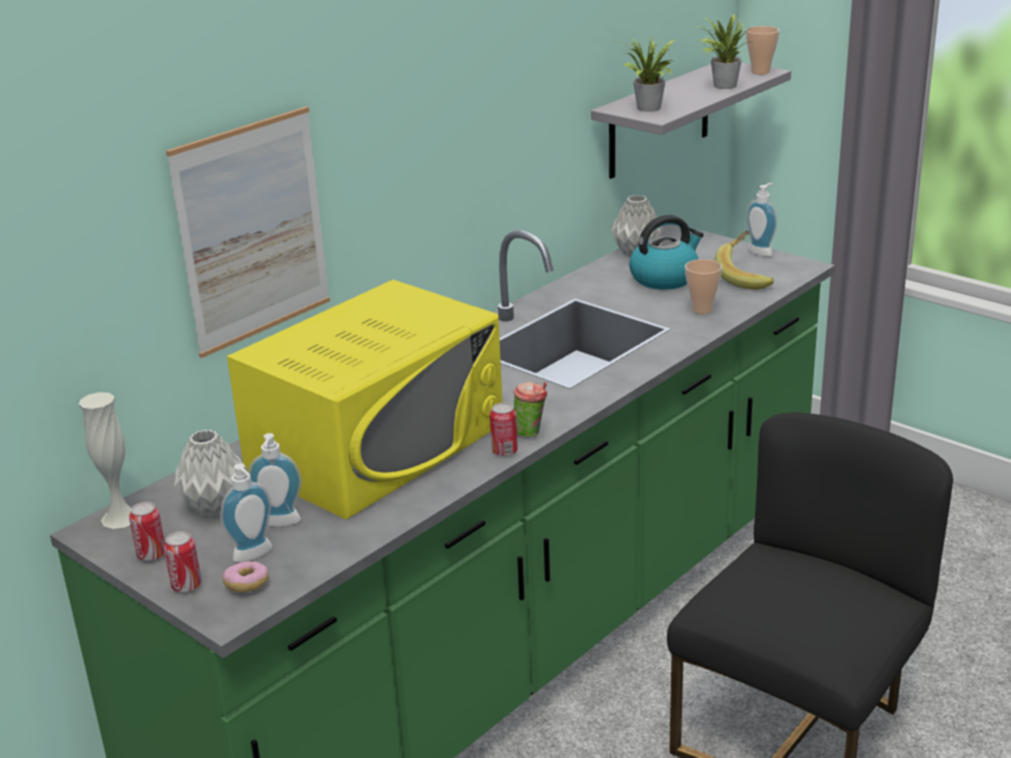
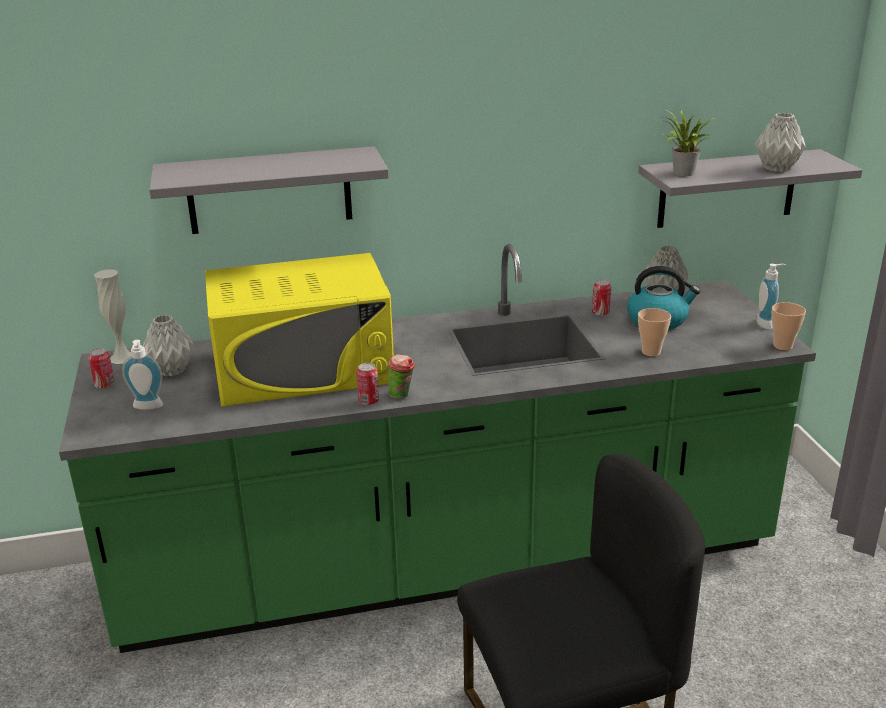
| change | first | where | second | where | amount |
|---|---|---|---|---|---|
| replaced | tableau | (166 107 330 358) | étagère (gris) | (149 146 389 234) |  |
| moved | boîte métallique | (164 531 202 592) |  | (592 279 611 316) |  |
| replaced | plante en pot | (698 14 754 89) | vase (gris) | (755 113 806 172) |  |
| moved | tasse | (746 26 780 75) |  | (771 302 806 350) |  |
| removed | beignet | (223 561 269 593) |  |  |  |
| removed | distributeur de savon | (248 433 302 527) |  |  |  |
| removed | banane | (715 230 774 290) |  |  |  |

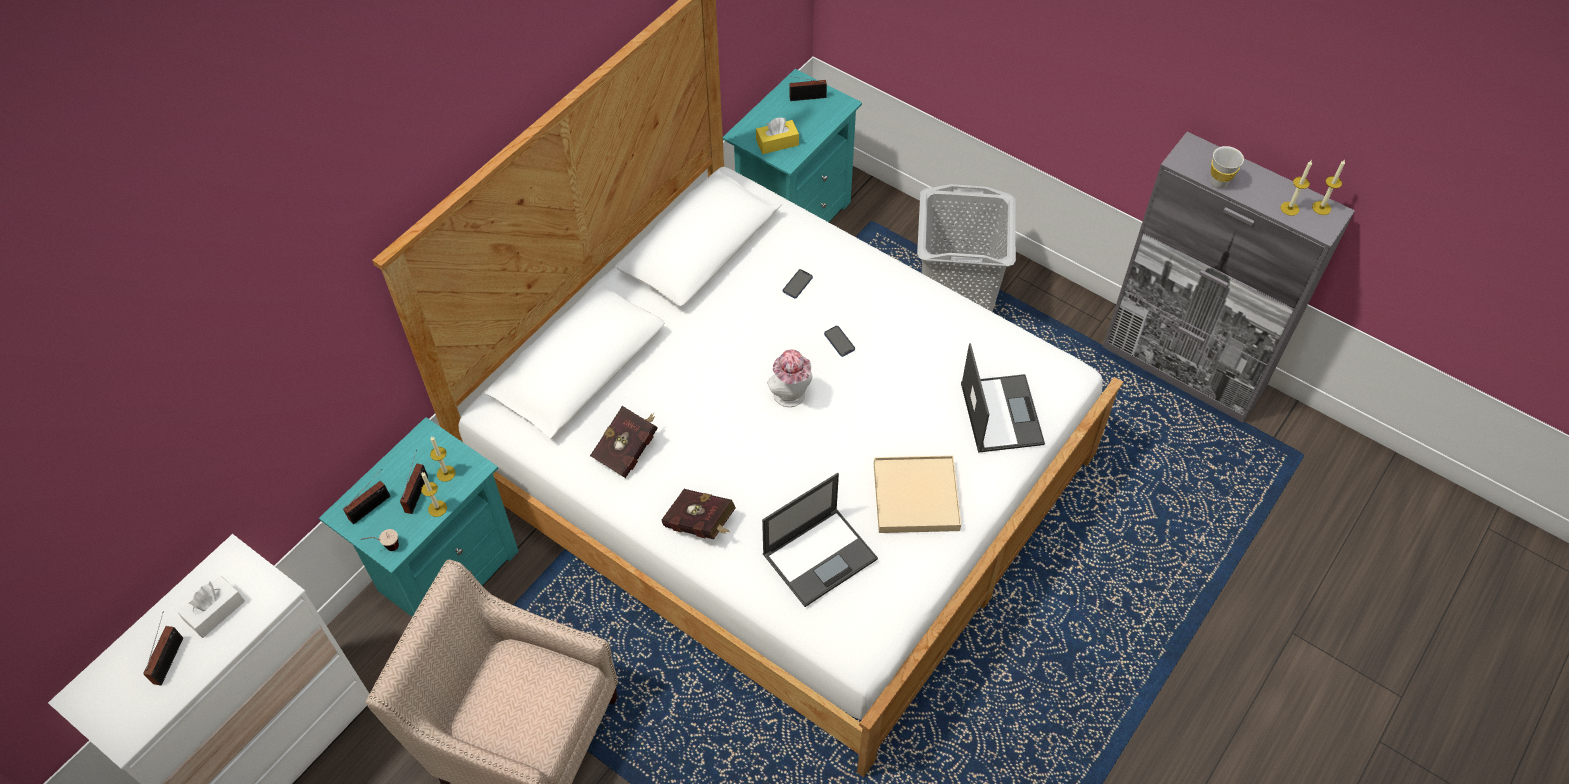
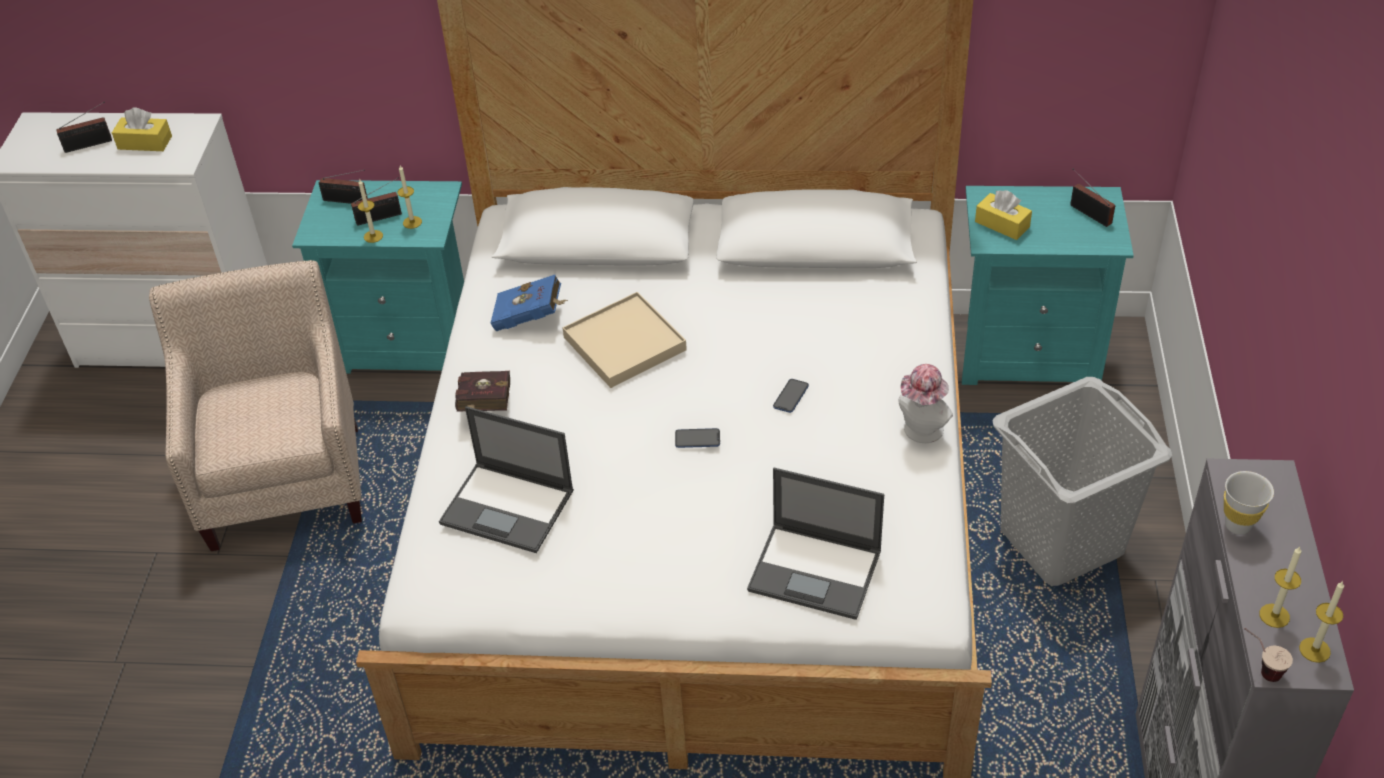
| change | first | where | second | where | amount |
|---|---|---|---|---|---|
| recoloured | boîte à mouchoirs (blanc) | (178 576 245 638) | boîte à mouchoirs (jaune) | (112 108 172 151) |  |
| recoloured | livre (rouge) | (590 406 658 478) | livre (bleu) | (491 275 568 331) |  |
| moved | plateau (beige) | (874 455 961 533) |  | (562 292 687 388) |  |
| moved | téléphone | (783 269 813 298) |  | (675 428 720 448) |  |
| turned | ordinateur portable | (961 343 1045 453) |  | (747 468 884 620) | 60 degrees clockwise |
| moved | chapeau | (767 349 812 407) |  | (899 364 953 443) |  |
| moved | tasse | (361 529 399 551) |  | (1244 628 1293 682) |  |

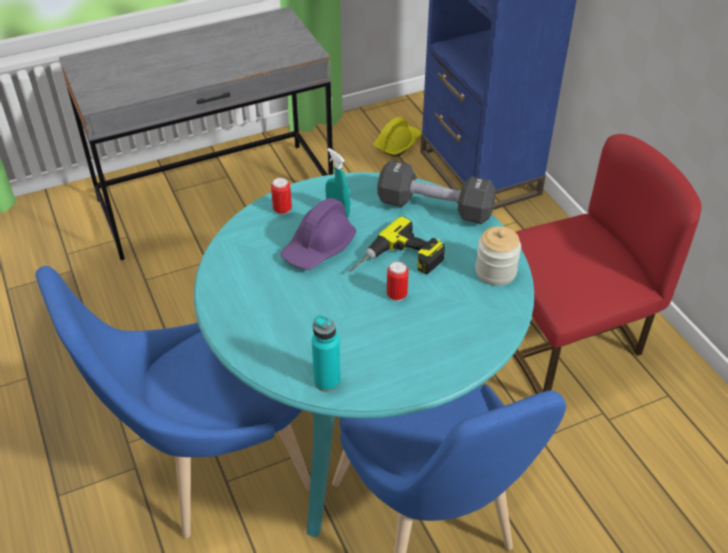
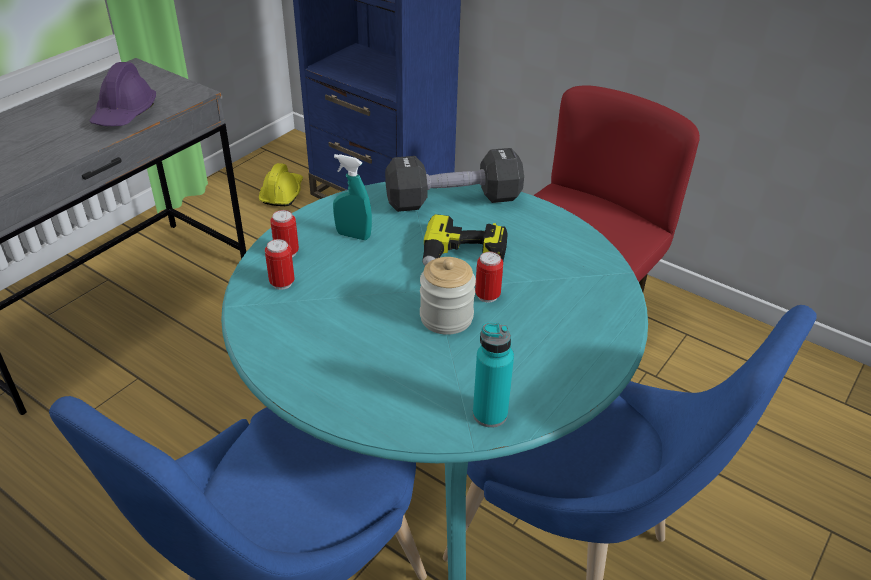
| change | first | where | second | where | amount |
|---|---|---|---|---|---|
| moved | casque de chantier (violet) | (280 198 356 270) |  | (89 62 156 126) |  |
| added |  |  | boîte métallique | (265 239 295 290) |  |
| moved | bocal | (475 226 521 286) |  | (420 257 476 335) |  |

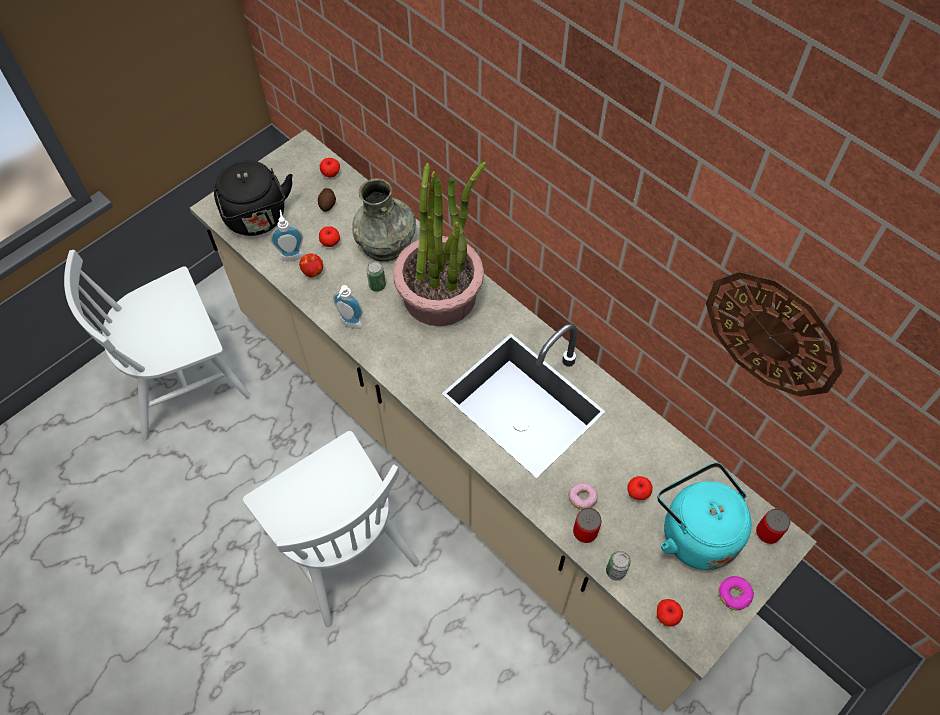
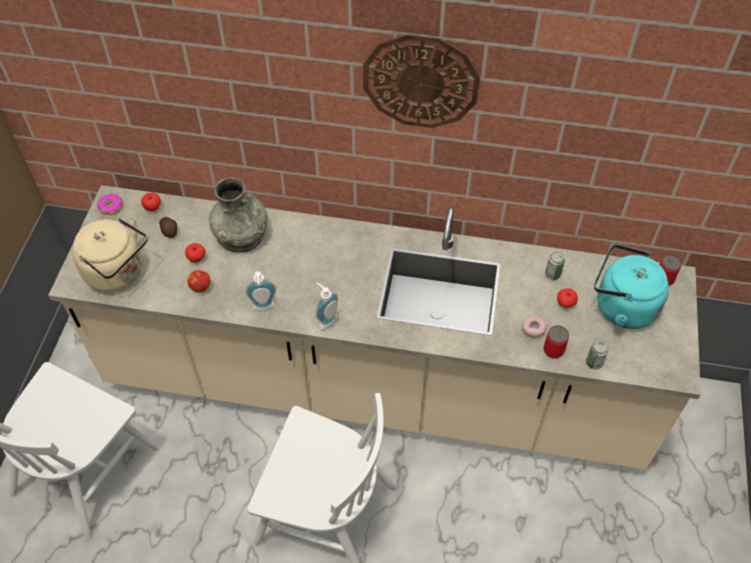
| change | first | where | second | where | amount |
|---|---|---|---|---|---|
| recoloured | bouilloire (noir) | (214 160 293 236) | bouilloire (beige) | (72 217 148 292) |  |
| moved | beignet | (718 576 754 610) |  | (97 194 123 215) |  |
| moved | distributeur de savon | (271 210 304 261) |  | (316 283 338 330) |  |
| moved | horloge murale | (706 271 843 397) |  | (363 34 480 128) |  |
| moved | boîte métallique | (366 261 386 292) |  | (545 252 565 280) |  |
| removed | plante en pot | (393 162 486 326) |  |  |  |
| removed | pomme | (657 599 683 626) |  |  |  |

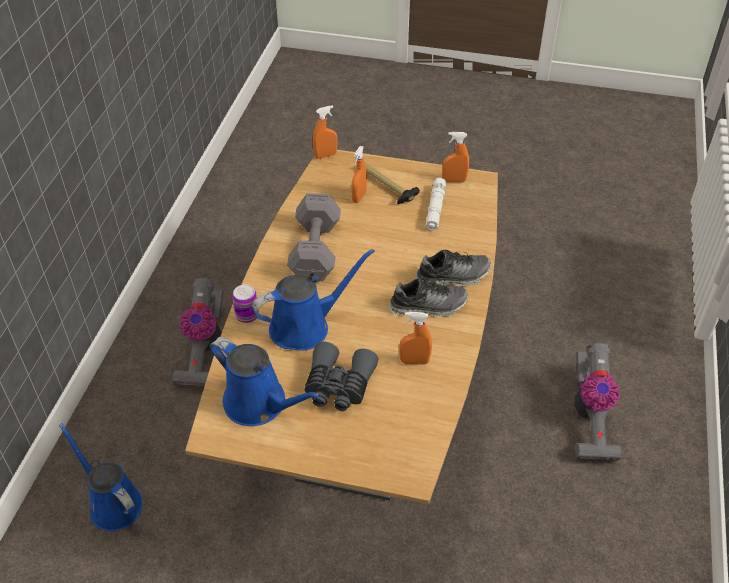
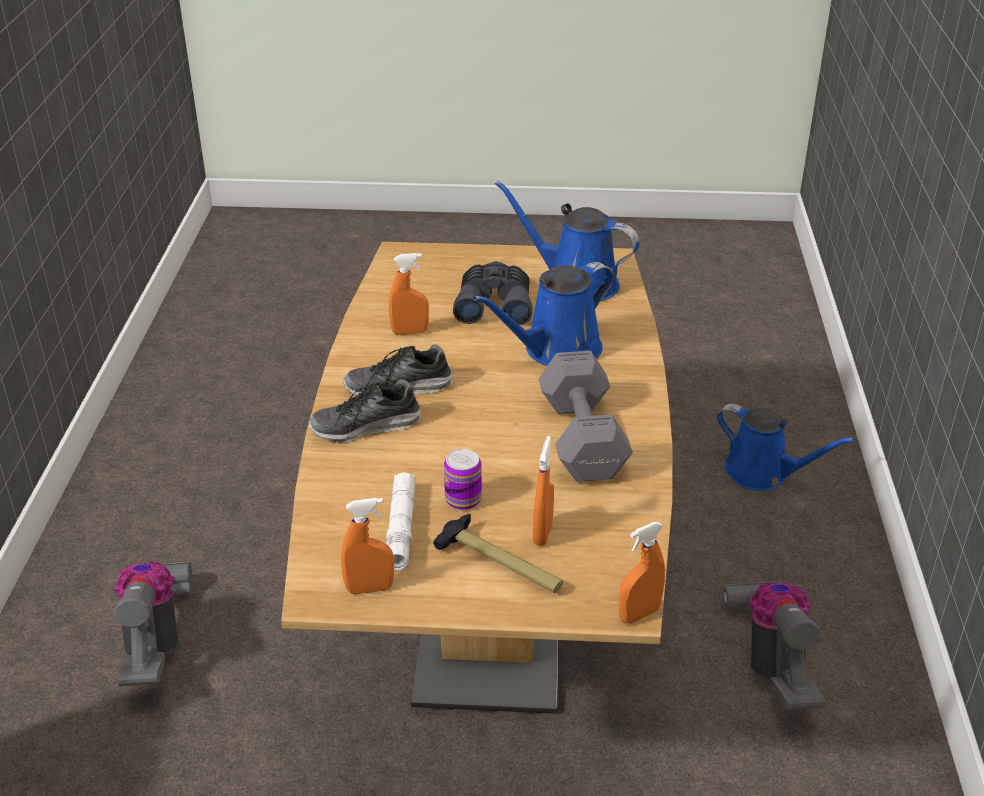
| change | first | where | second | where | amount |
|---|---|---|---|---|---|
| moved | boîte métallique | (232 284 259 323) |  | (444 449 482 510) |  |

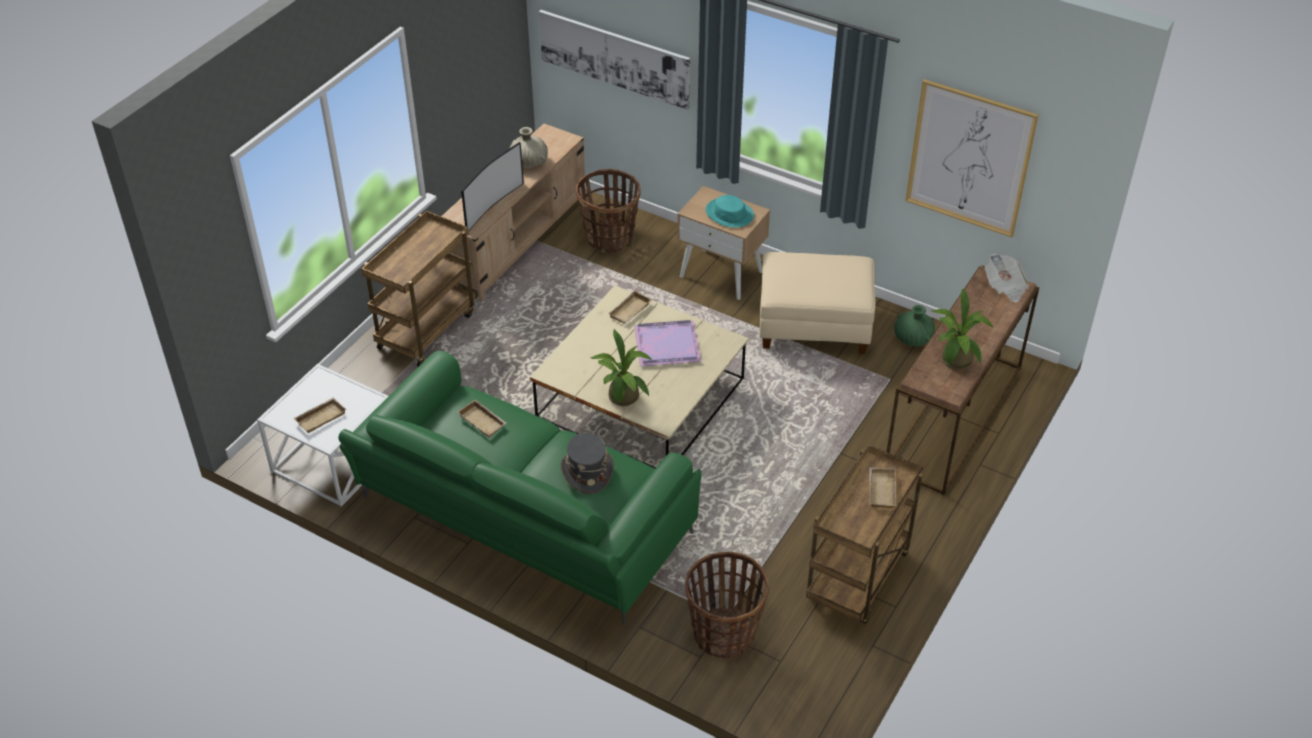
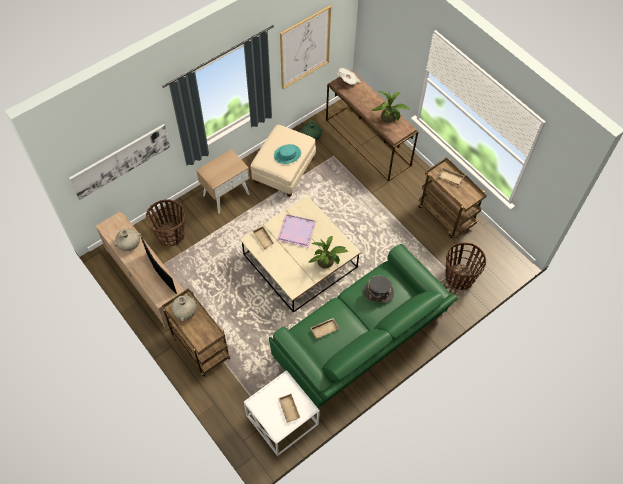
| change | first | where | second | where | amount |
|---|---|---|---|---|---|
| added |  |  | vase (beige) | (171 294 197 322) |  |
| moved | chapeau (turquoise) | (706 195 754 228) |  | (274 144 301 164) |  |

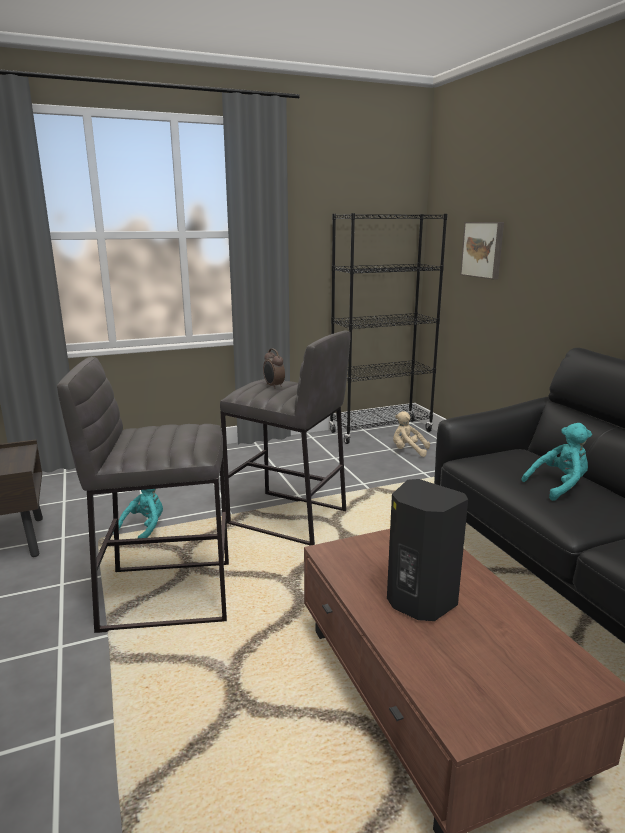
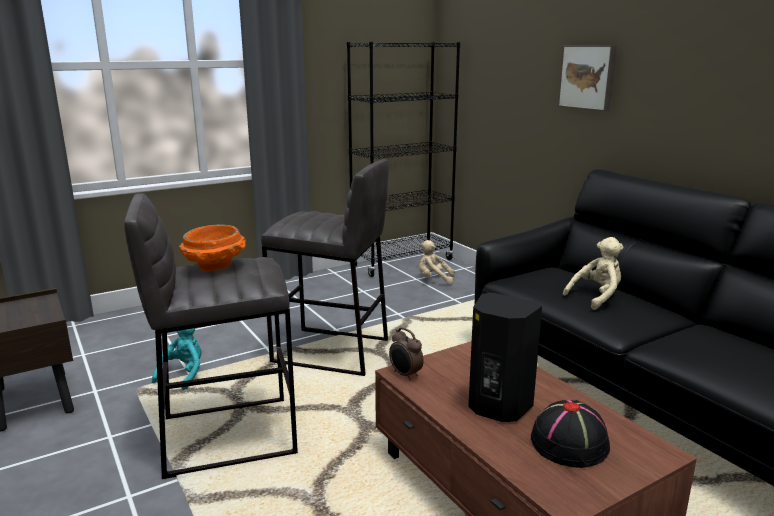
| change | first | where | second | where | amount |
|---|---|---|---|---|---|
| added |  |  | bol (orange) | (179 224 246 271) |  |
| moved | réveil | (263 348 285 389) |  | (389 327 424 381) |  |
| added |  |  | chapeau (noir) | (531 400 610 468) |  |
| moved | tableau | (460 222 504 279) |  | (558 45 617 111) |  |
| recoloured | peluche (turquoise) | (521 423 592 501) | peluche (beige) | (563 237 623 310) |  |

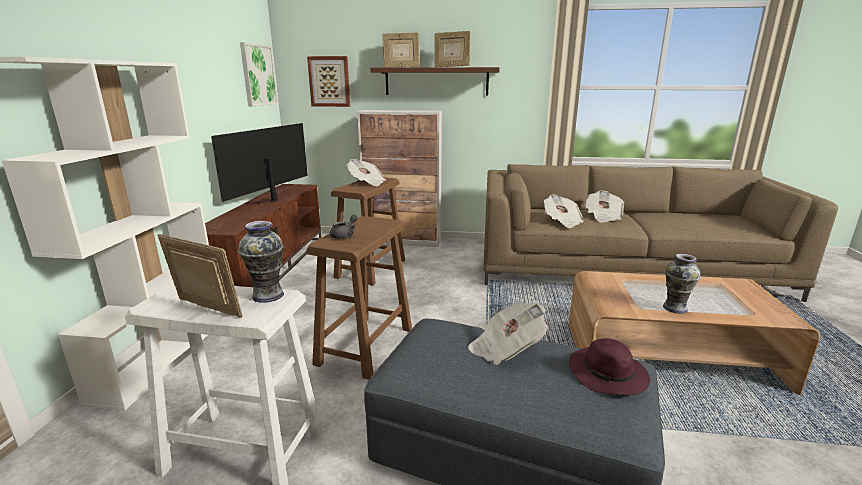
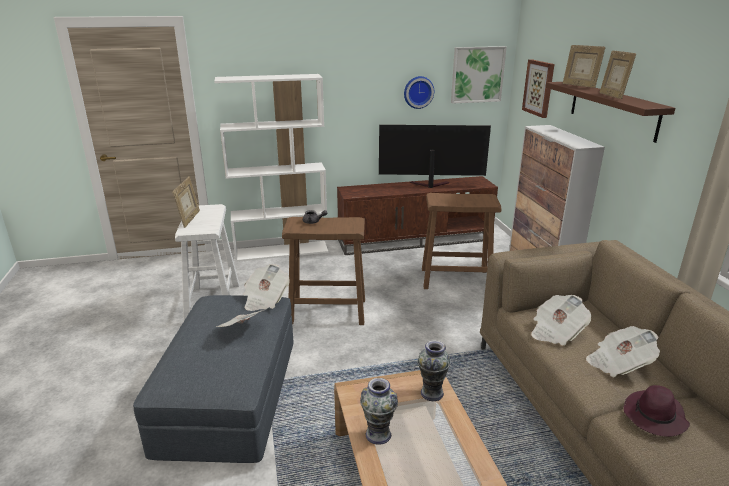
| change | first | where | second | where | amount |
|---|---|---|---|---|---|
| moved | journal | (346 159 386 186) |  | (243 264 290 311) |  |
| added |  |  | horloge murale | (404 76 434 109) |  |
| moved | vase | (238 221 284 303) |  | (417 340 451 401) |  |
| moved | chapeau (violet) | (569 338 650 395) |  | (624 385 690 437) |  |

